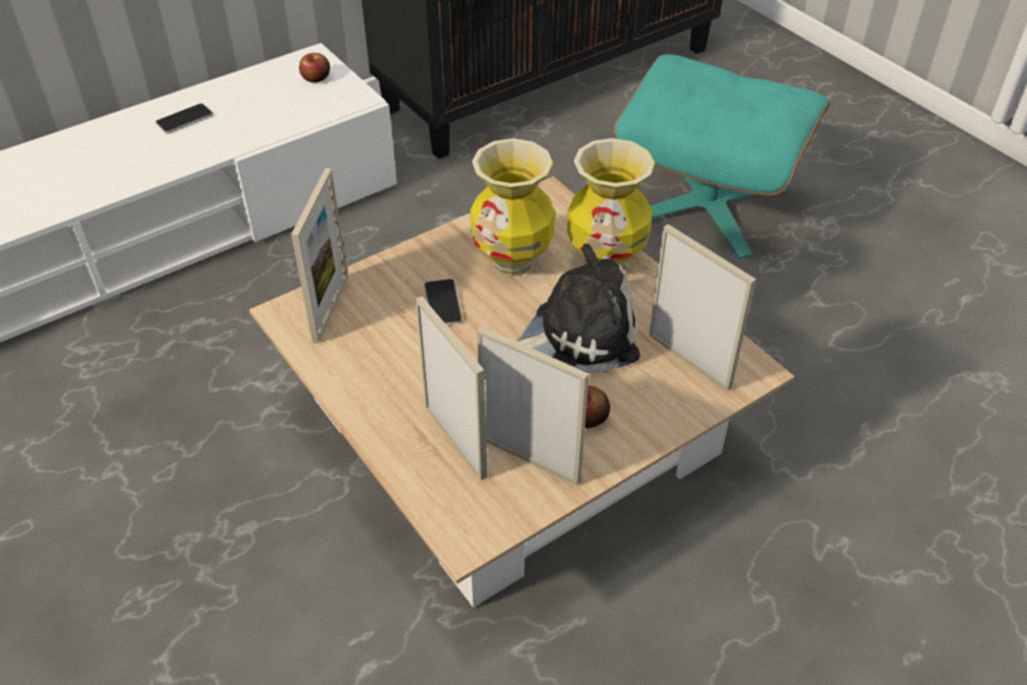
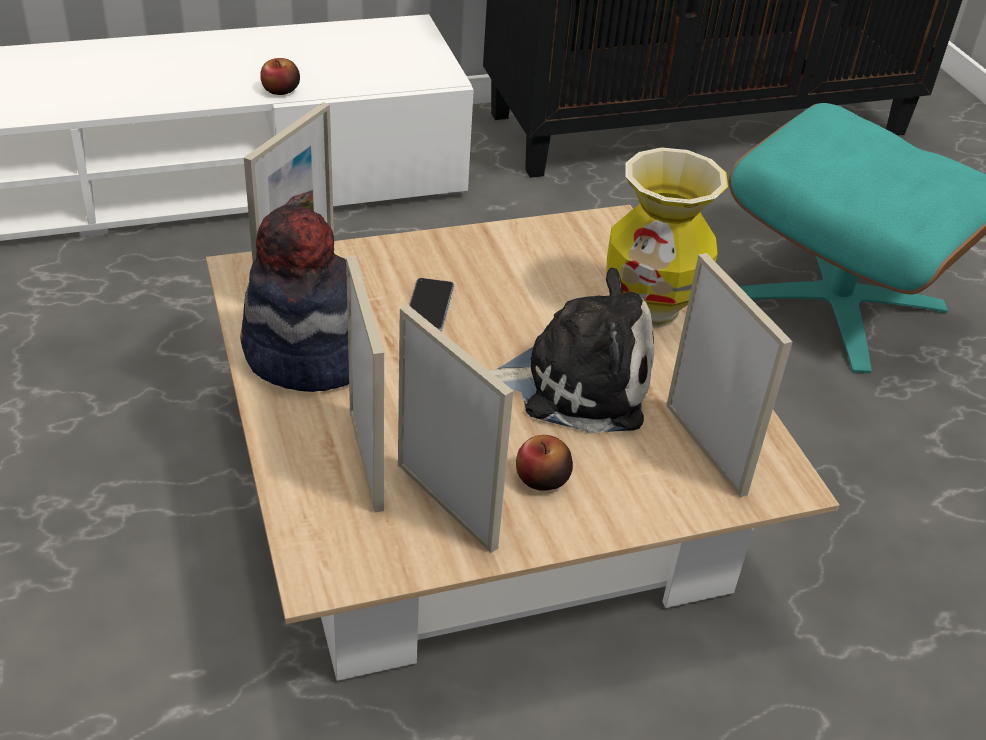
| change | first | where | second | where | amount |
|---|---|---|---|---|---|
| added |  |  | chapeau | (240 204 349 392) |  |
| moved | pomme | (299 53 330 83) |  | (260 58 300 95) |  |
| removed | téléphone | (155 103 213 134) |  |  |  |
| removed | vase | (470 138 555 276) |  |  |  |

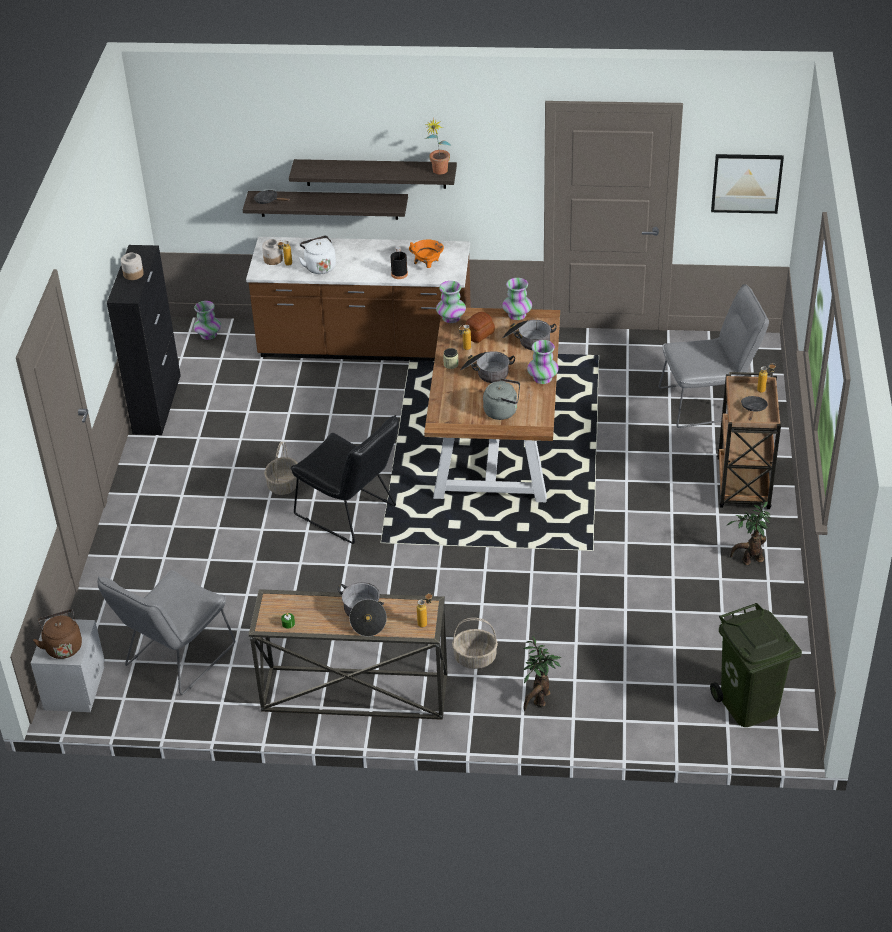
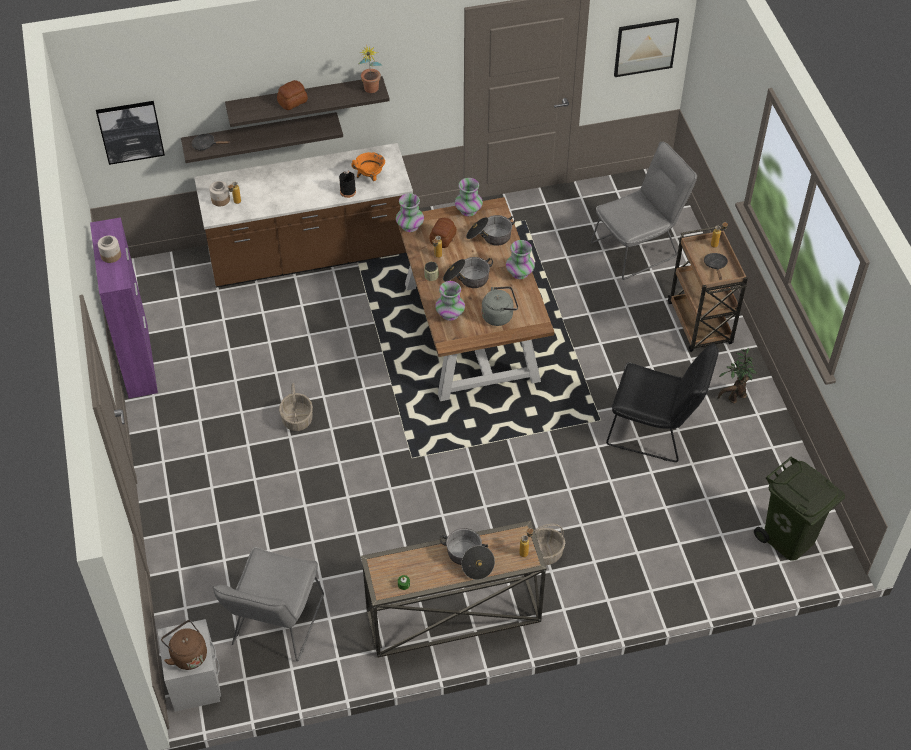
| change | first | where | second | where | amount |
|---|---|---|---|---|---|
| recoloured | meuble de rangement (noir) | (107 245 181 435) | meuble de rangement (violet) | (90 217 158 398) |  |
| added |  |  | tableau | (96 101 165 165) |  |
| added |  |  | pain | (277 80 308 110) |  |
| moved | vase | (194 301 221 340) |  | (435 281 465 321) |  |
| moved | chaise (noir) | (291 415 399 544) |  | (606 343 719 462) |  |
| removed | bouilloire (blanc) | (299 235 336 274) |  |  |  |
| removed | plante en pot | (523 637 561 711) |  |  |  |

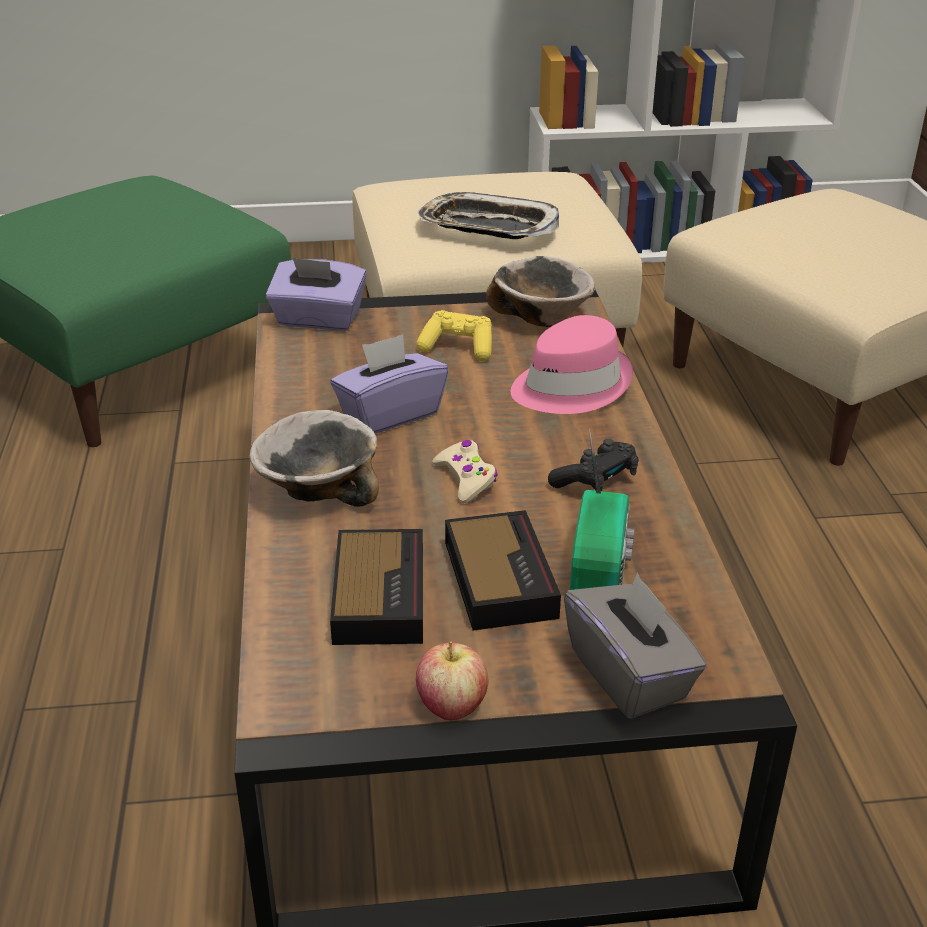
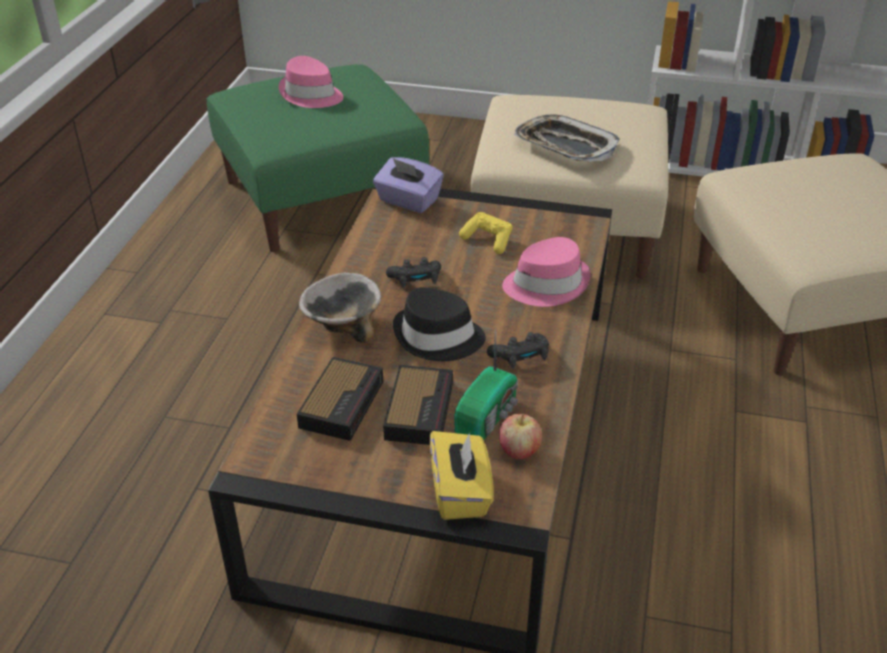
| change | first | where | second | where | amount |
|---|---|---|---|---|---|
| added |  |  | chapeau (rose) | (279 56 343 108) |  |
| replaced | boîte à mouchoirs (violet) | (331 334 448 433) | manette (noir) | (386 257 441 288) |  |
| replaced | manette (beige) | (432 440 497 503) | chapeau (noir) | (393 287 486 361) |  |
| recoloured | boîte à mouchoirs (gris) | (564 572 707 719) | boîte à mouchoirs (jaune) | (430 431 494 520) |  |
| moved | pomme | (416 641 488 720) |  | (499 414 542 459) |  |
| removed | bol | (486 256 595 327) |  |  |  |

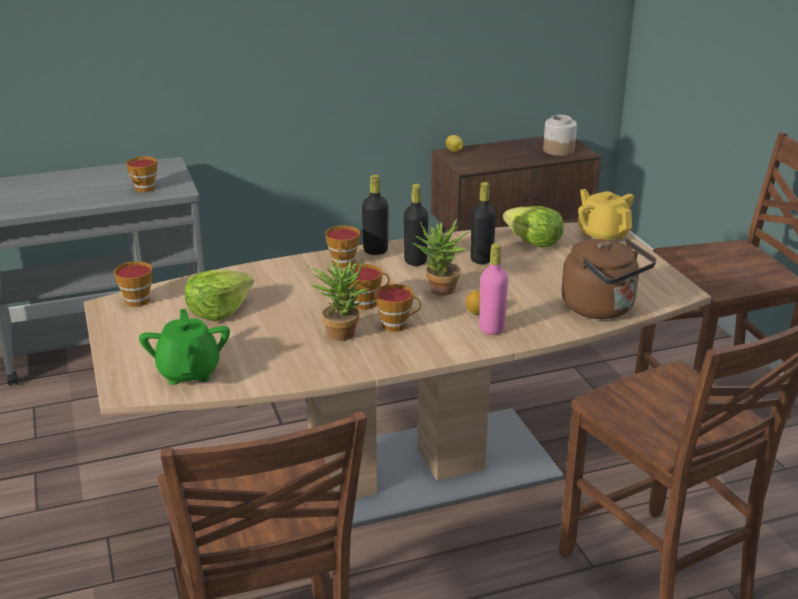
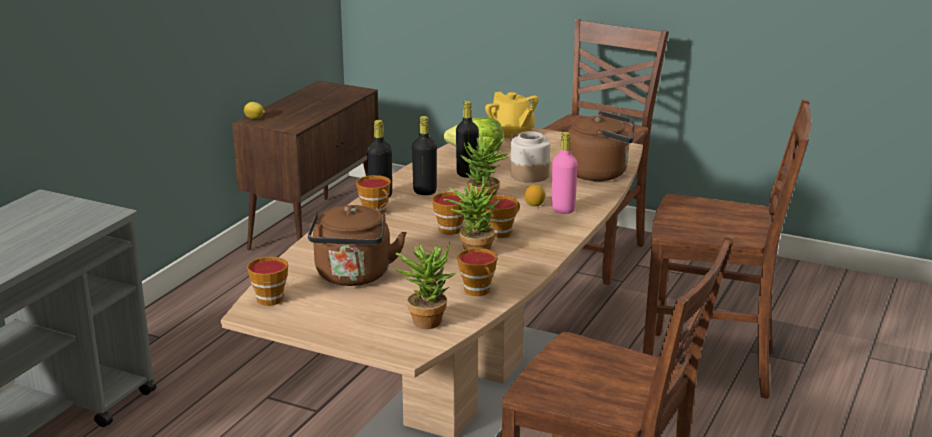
| change | first | where | second | where | amount |
|---|---|---|---|---|---|
| replaced | laitue | (185 270 254 321) | bouilloire (marron) | (308 205 406 286) |  |
| replaced | théière (vert) | (139 309 230 385) | plante en pot | (395 241 456 329) |  |
| moved | tasse | (126 156 157 192) |  | (457 248 497 296) |  |
| turned | théière (jaune) | (578 189 634 240) |  | (485 92 539 138) | 135 degrees counterclockwise |
| moved | bocal | (543 115 577 156) |  | (510 131 550 183) |  |

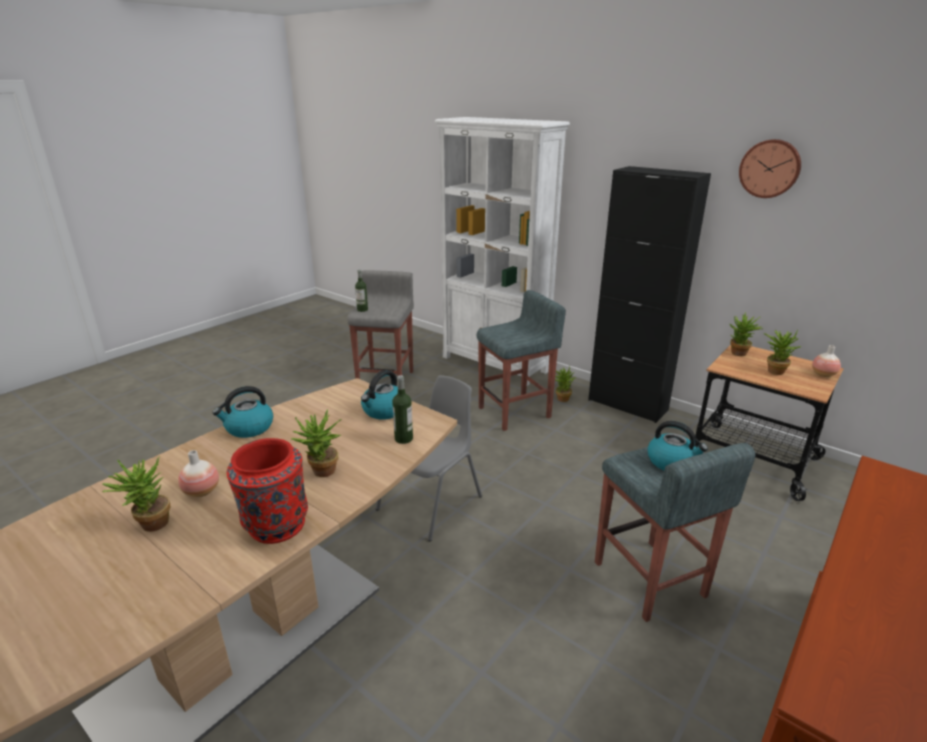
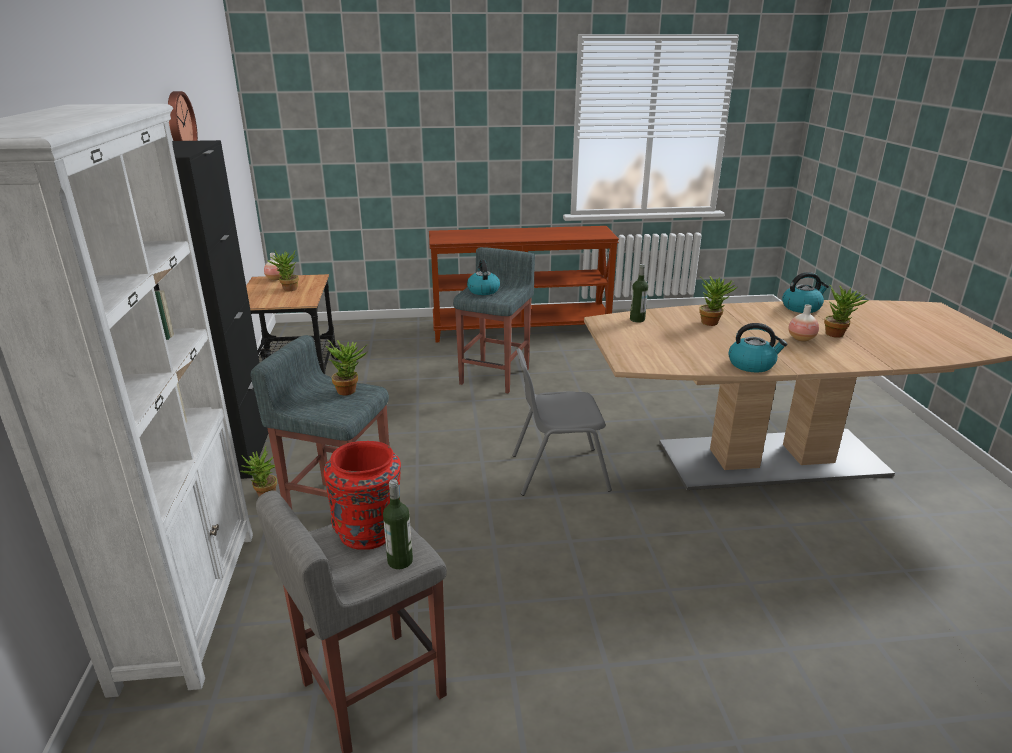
| change | first | where | second | where | amount |
|---|---|---|---|---|---|
| moved | vase (rouge) | (226 438 308 544) |  | (324 441 401 550) |  |
| moved | plante en pot | (730 312 763 356) |  | (326 340 368 395) |  |
| moved | bouilloire | (361 370 398 420) |  | (782 272 829 313) |  |

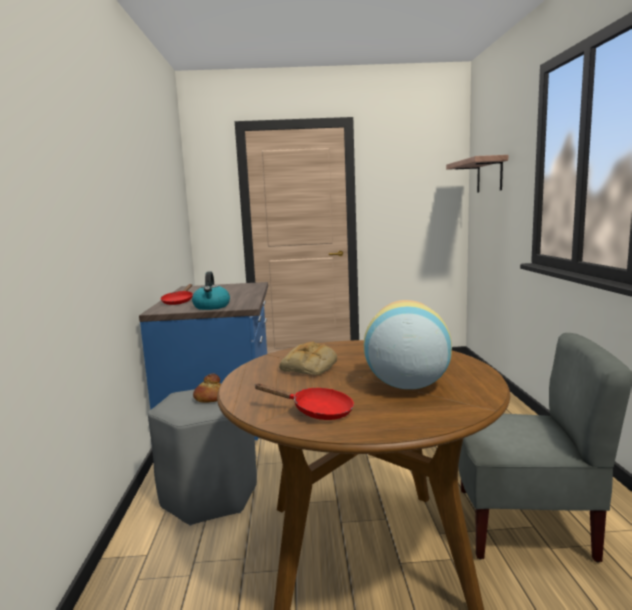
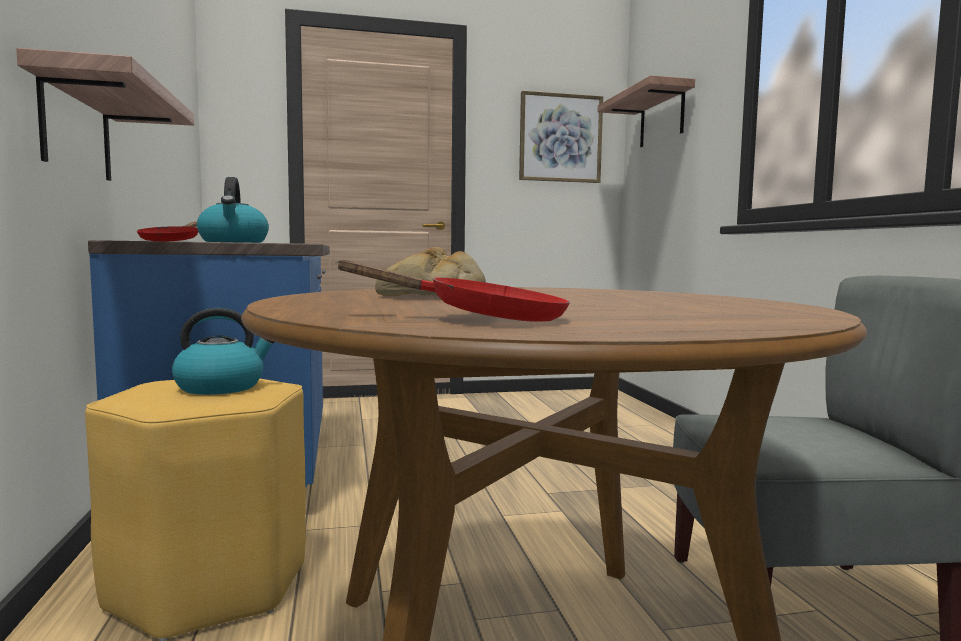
| change | first | where | second | where | amount |
|---|---|---|---|---|---|
| added |  |  | étagère | (16 48 194 181) |  |
| recoloured | tabouret (gris) | (148 389 257 526) | tabouret (jaune) | (85 379 306 641) |  |
| replaced | pain | (193 373 221 402) | bouilloire | (172 308 274 395) |  |
| added |  |  | tableau | (519 91 603 183) |  |
| removed | vase | (364 300 452 389) |  |  |  |

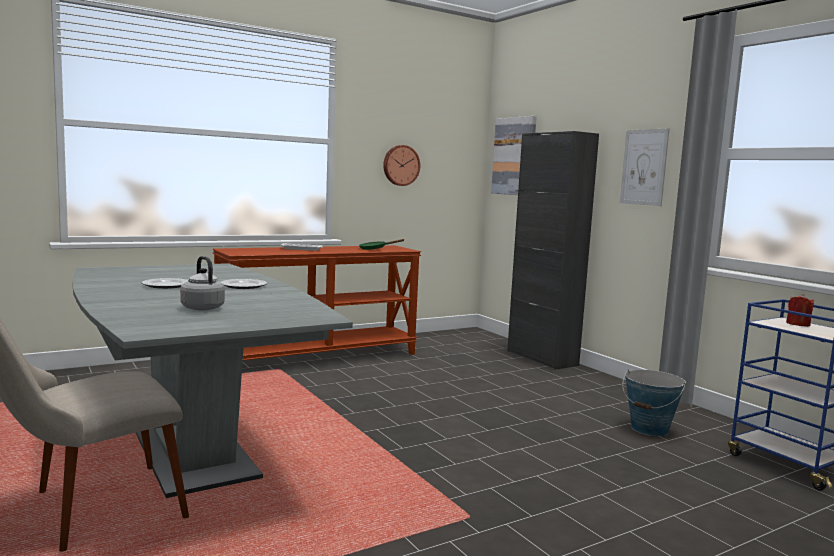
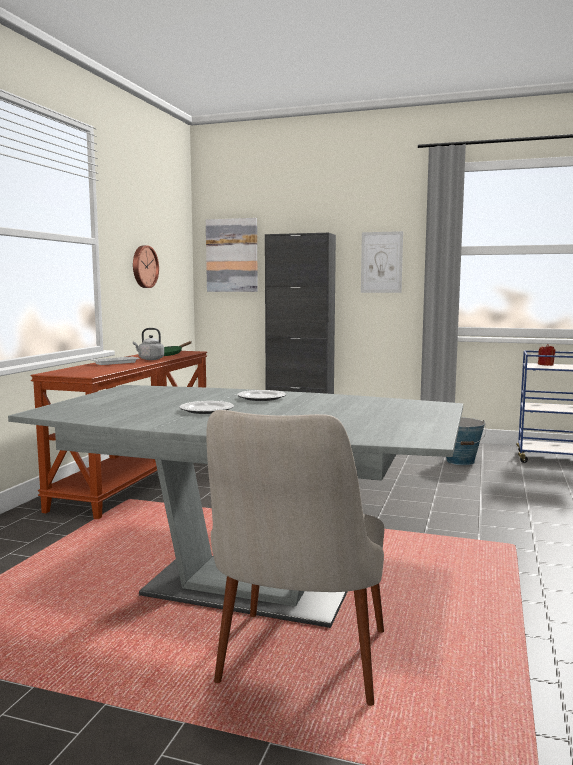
| change | first | where | second | where | amount |
|---|---|---|---|---|---|
| moved | bouilloire (gris) | (180 256 225 310) |  | (133 328 164 360) |  |

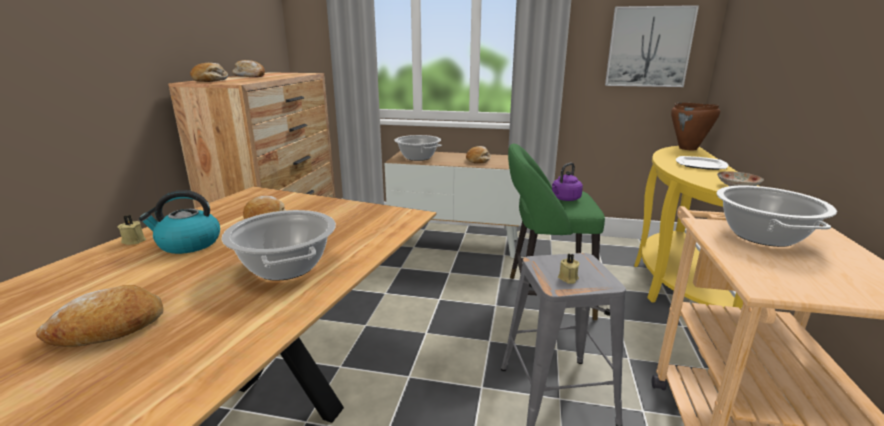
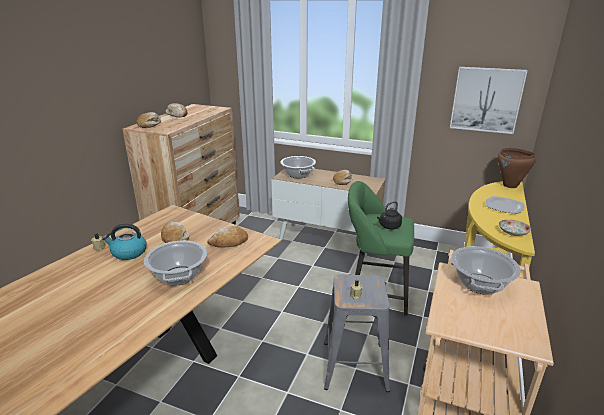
| change | first | where | second | where | amount |
|---|---|---|---|---|---|
| moved | pain | (36 285 163 347) |  | (207 226 248 248) |  |
| recoloured | bouilloire (violet) | (552 163 583 201) | bouilloire (noir) | (377 201 402 230) |  |

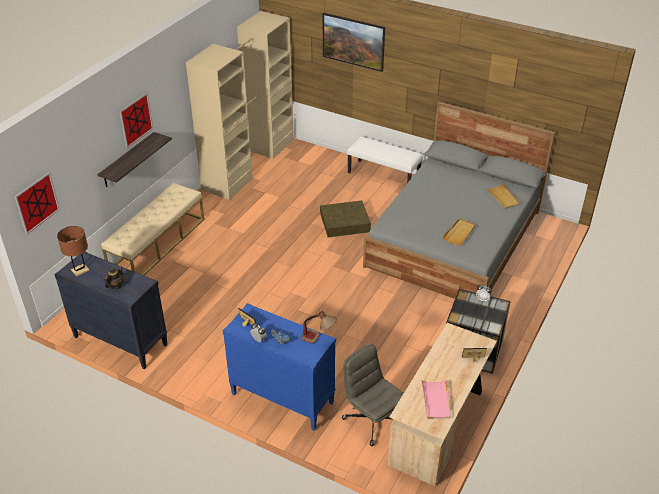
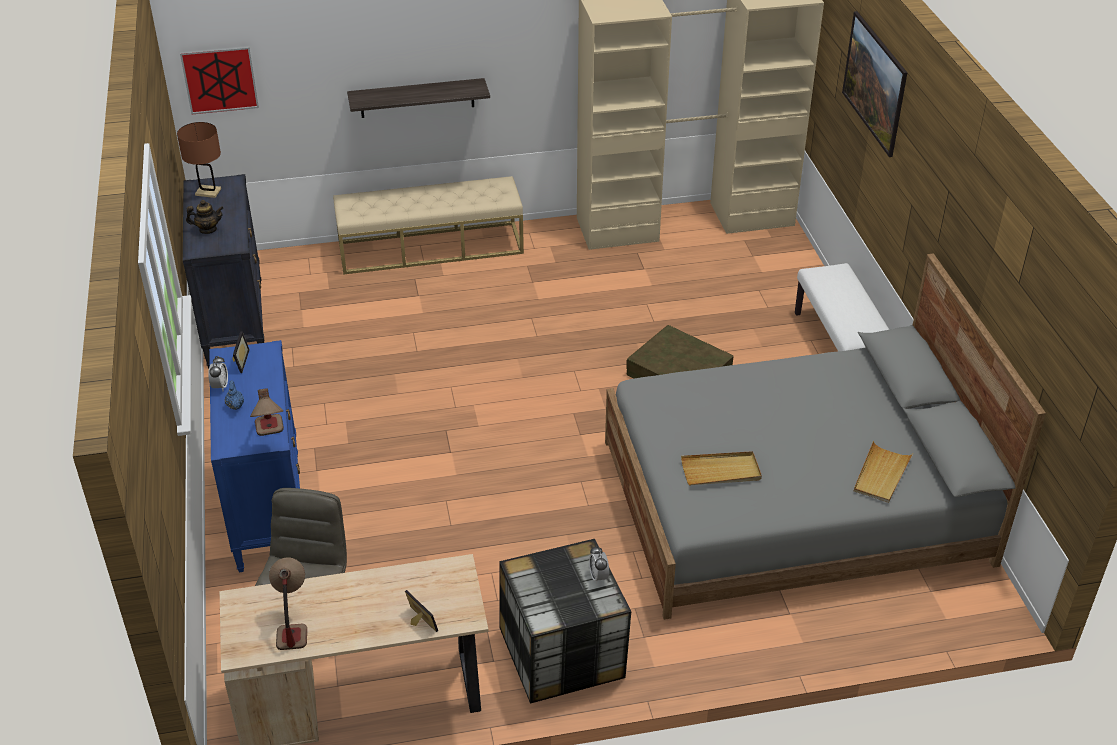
| change | first | where | second | where | amount |
|---|---|---|---|---|---|
| replaced | plateau (rose) | (421 379 451 419) | lampe de table | (269 557 307 650) |  |
| removed | tableau | (119 93 153 148) |  |  |  |

